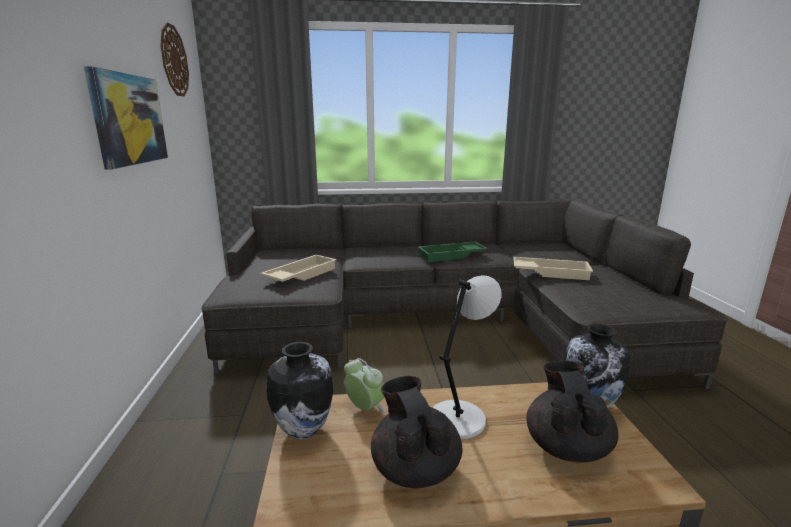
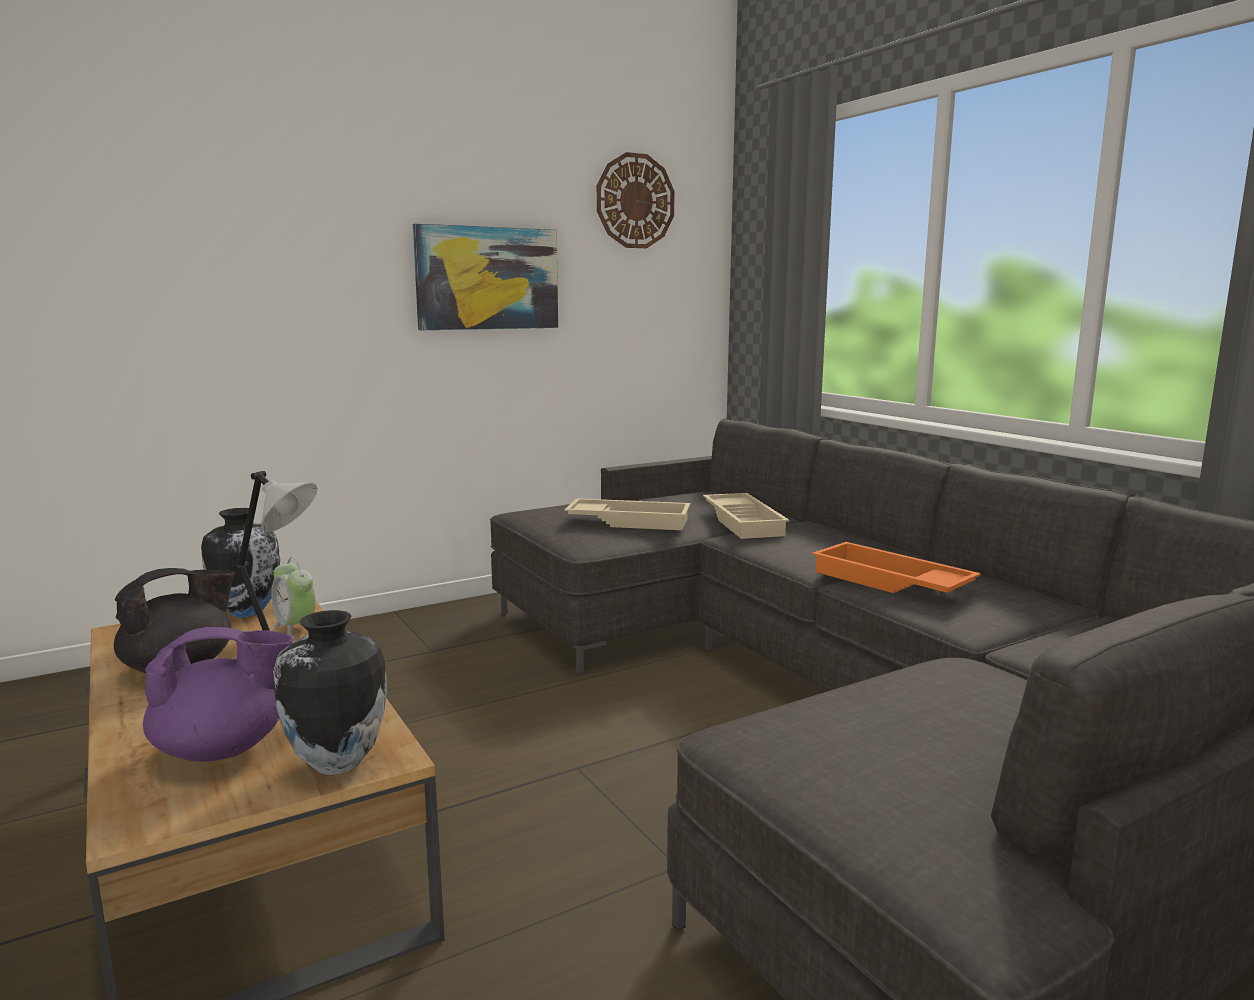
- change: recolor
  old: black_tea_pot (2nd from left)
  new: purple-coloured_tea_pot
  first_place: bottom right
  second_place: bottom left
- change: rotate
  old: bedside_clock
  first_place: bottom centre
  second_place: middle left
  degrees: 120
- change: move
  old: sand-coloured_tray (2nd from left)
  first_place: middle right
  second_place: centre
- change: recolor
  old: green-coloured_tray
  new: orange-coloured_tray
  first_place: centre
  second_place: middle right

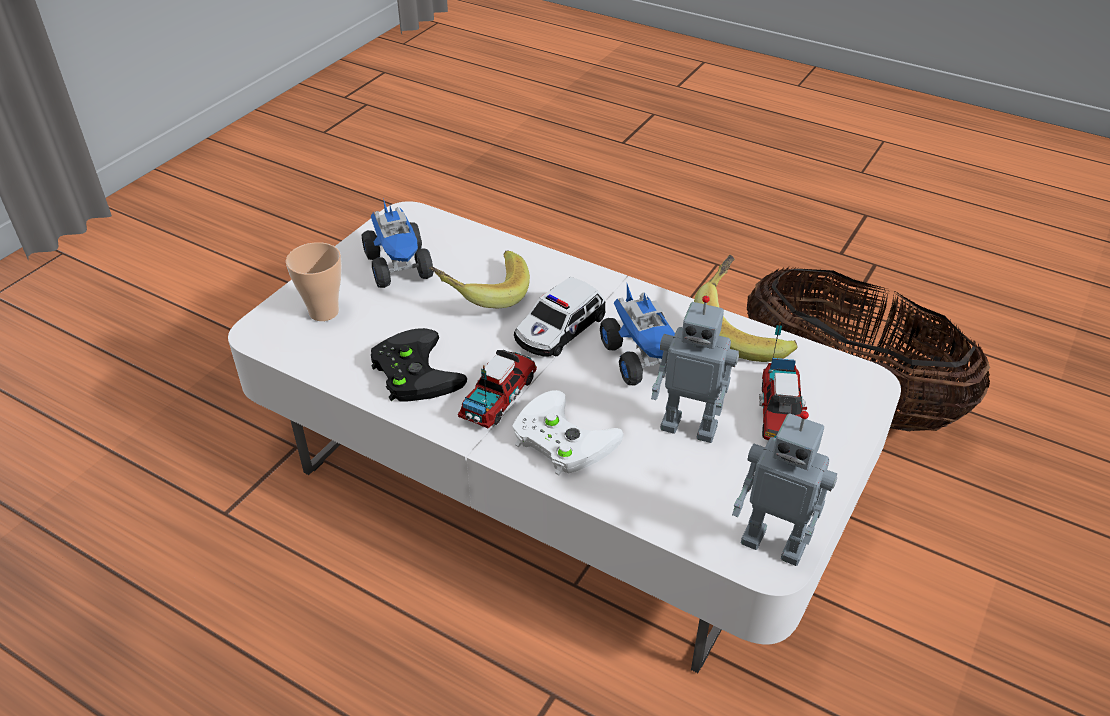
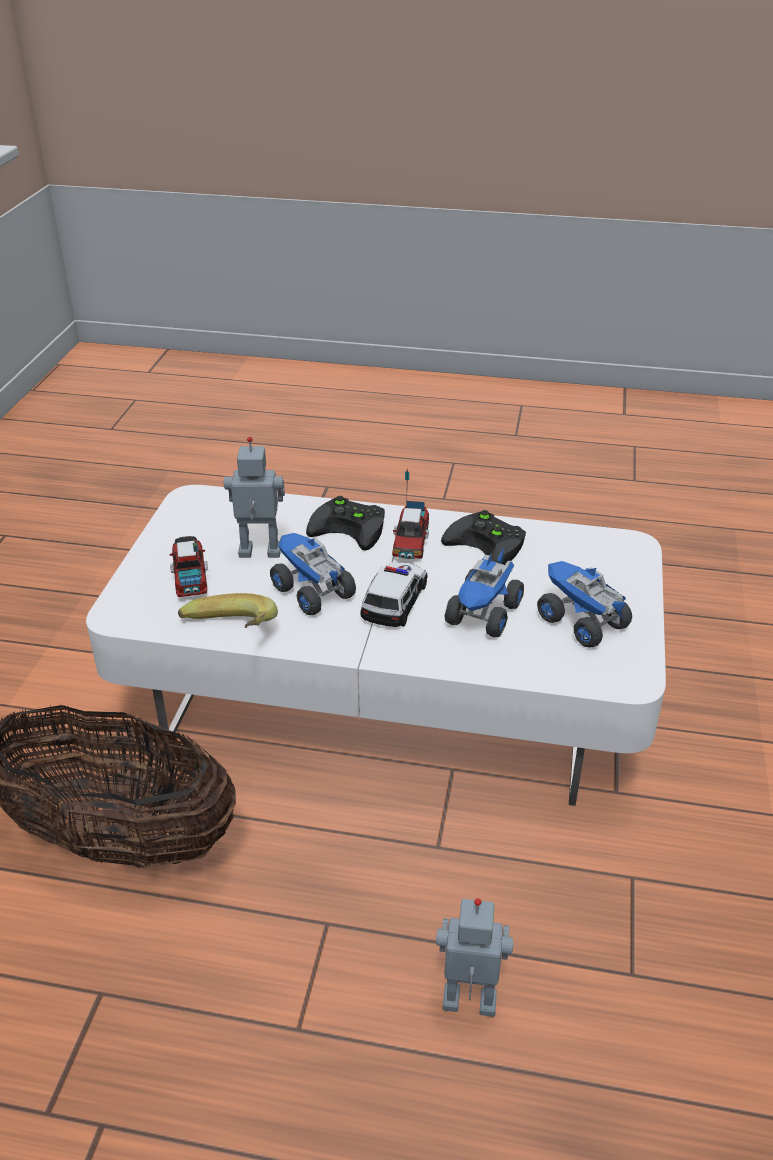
- change: recolor
  old: white-coloured_game_controller
  new: black_game_controller (1st from left)
  first_place: centre
  second_place: centre
- change: move
  old: toy_robot (2nd from left)
  first_place: bottom right
  second_place: bottom centre
- change: replace
  old: banana (1st from left)
  new: toy_truck (4th from left)
  first_place: centre
  second_place: centre
- change: delete
  old: cup
  first_place: middle left

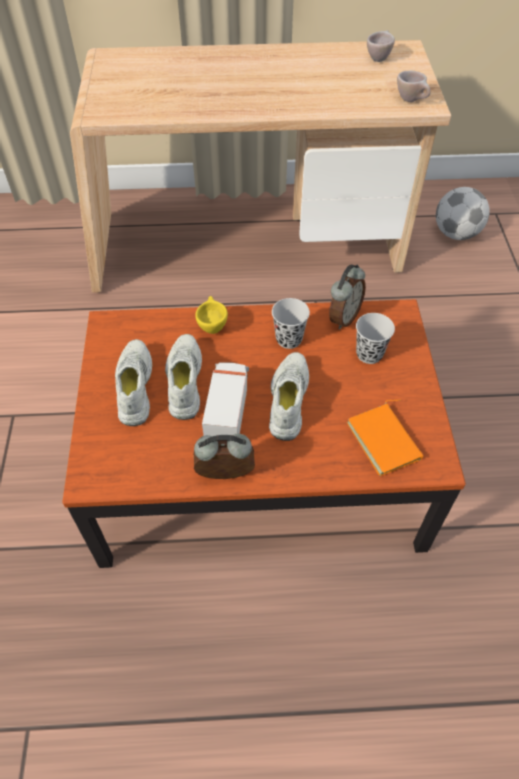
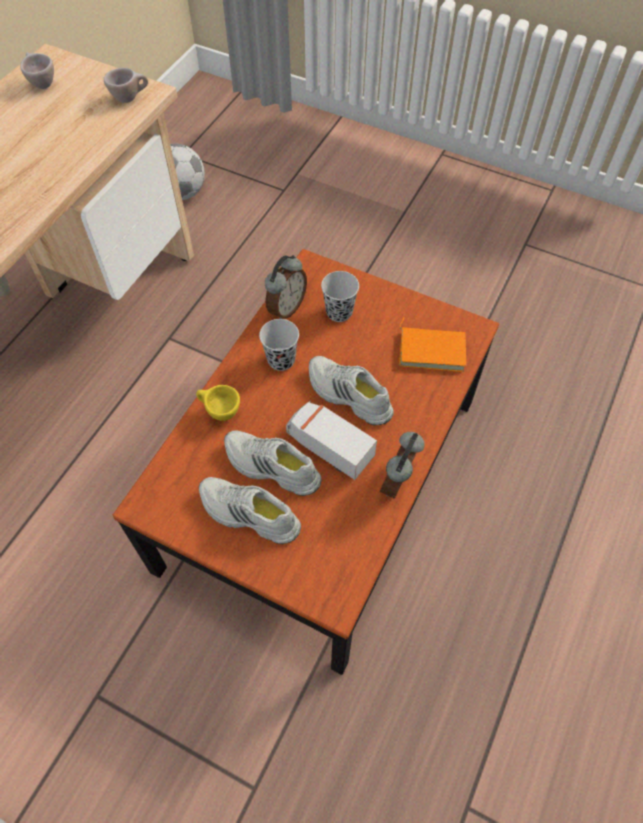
- change: rotate
  old: bedside_clock (2nd from left in the first image)
  first_place: middle right
  second_place: centre
  degrees: 60

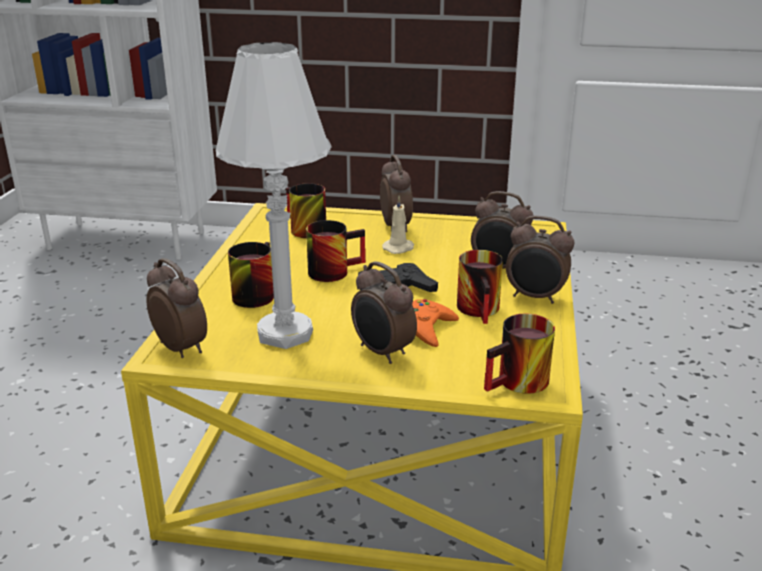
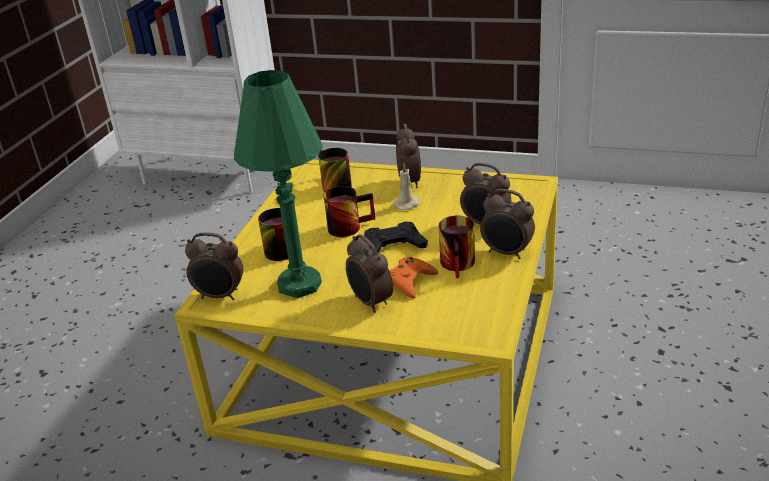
- change: rotate
  old: bedside_clock (1st from left)
  first_place: middle left
  second_place: middle left
  degrees: 135
- change: recolor
  old: white-coloured_table_lamp
  new: green-coloured_table_lamp
  first_place: centre
  second_place: centre
- change: delete
  old: tea_mug (5th from left)
  first_place: middle right

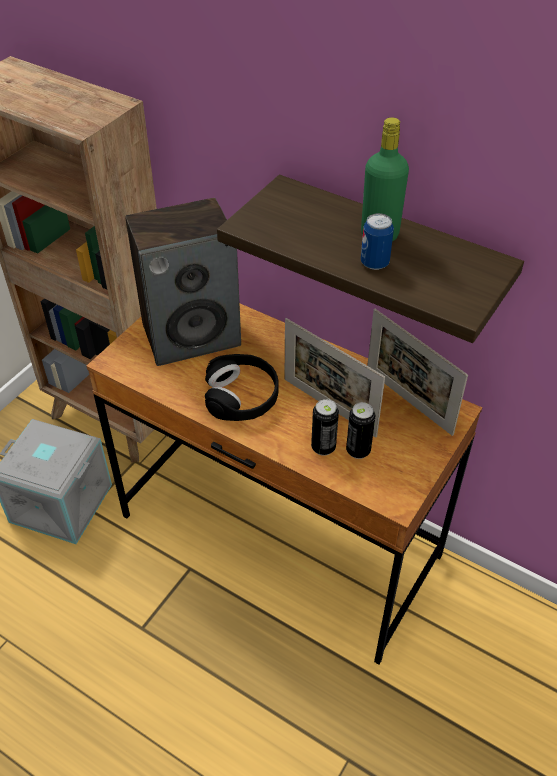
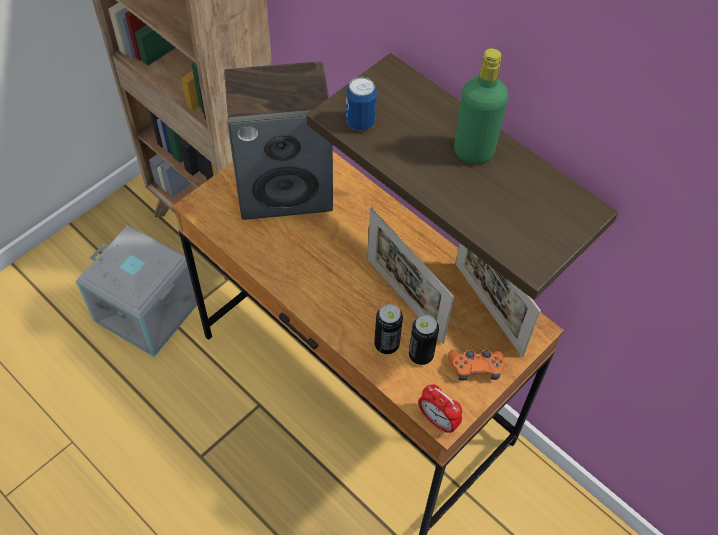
- change: move
  old: sealed_can (3rd from left in the first image)
  new: sealed_can (1st from left)
  first_place: top right
  second_place: top centre
- change: insert
  new: bedside_clock
  second_place: bottom centre
- change: insert
  new: orange-coloured_game_controller
  second_place: bottom centre
- change: delete
  old: black_headset
  first_place: centre

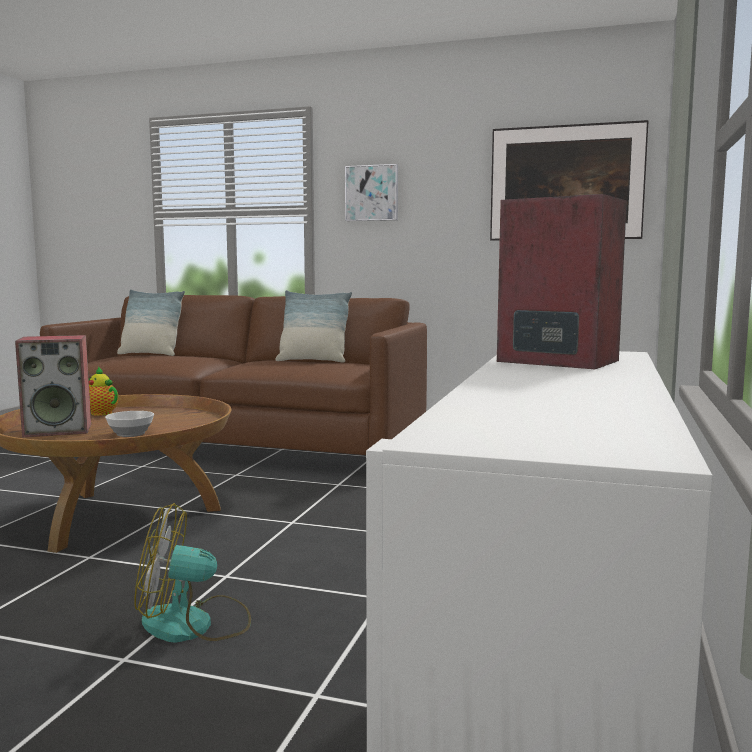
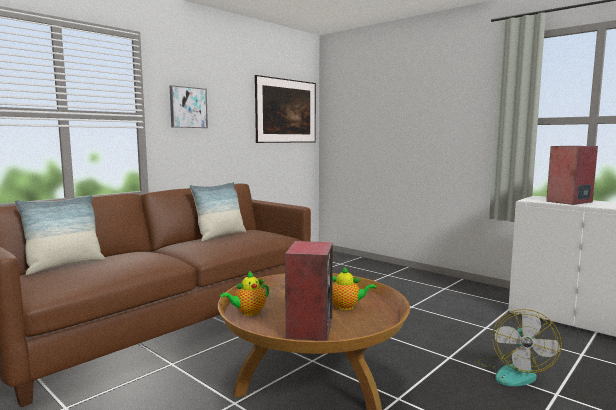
- change: replace
  old: deep_dish
  new: tea_pot (2nd from left)
  first_place: middle left
  second_place: bottom centre

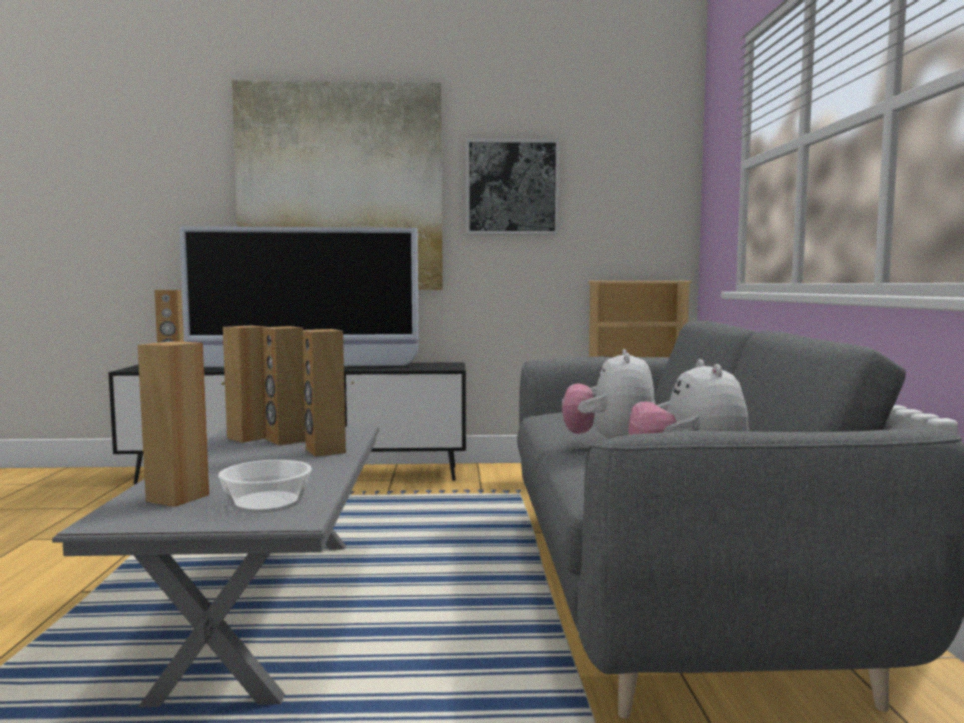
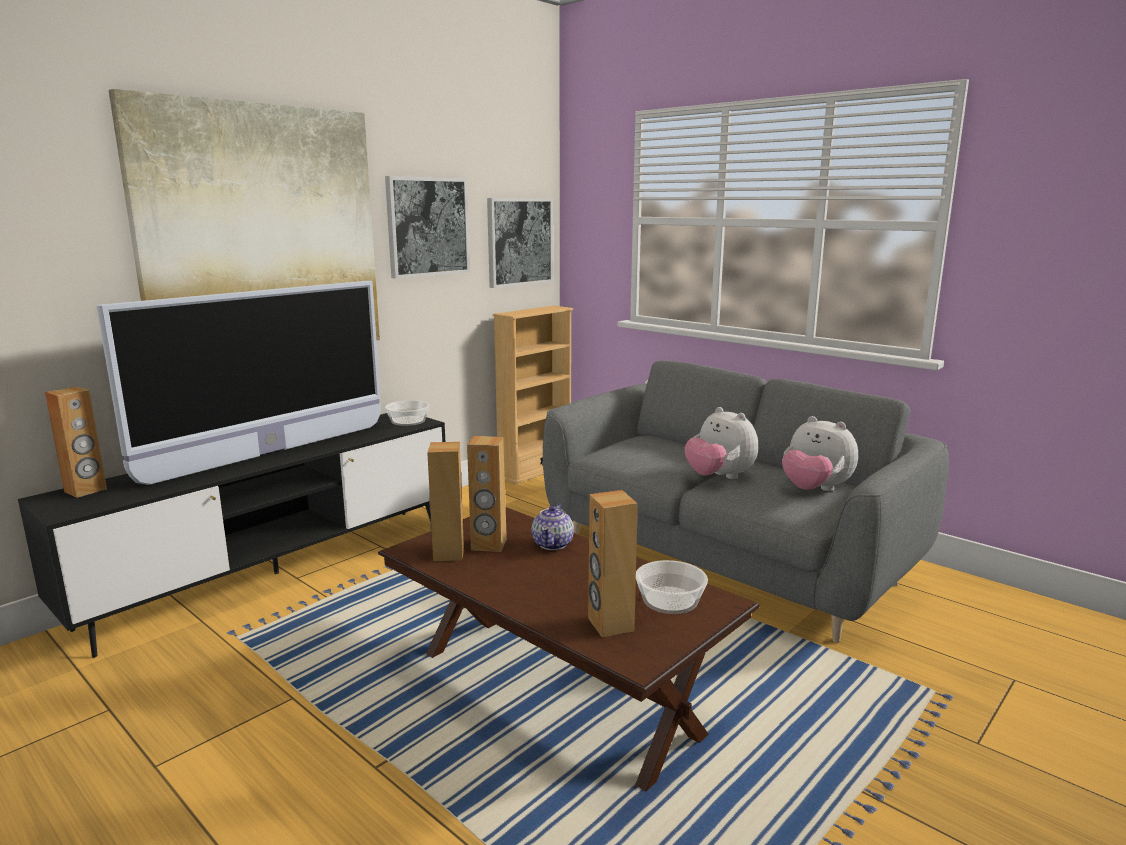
- change: recolor
  old: grey_lounge_table
  new: brownish_lounge_table
  first_place: bottom left
  second_place: bottom centre
- change: insert
  new: deep_dish (1st from left)
  second_place: centre
- change: insert
  new: picture (3rd from left)
  second_place: top centre
- change: replace
  old: brownish_audio_speaker (5th from left)
  new: tea_pot
  first_place: centre
  second_place: centre

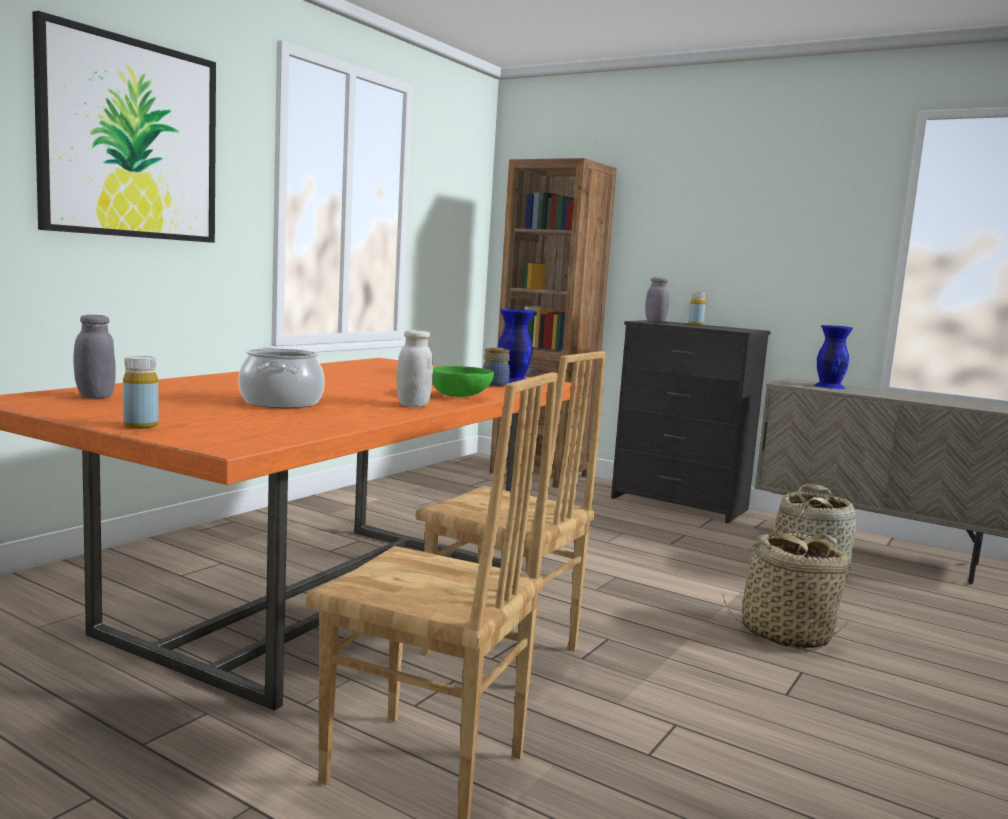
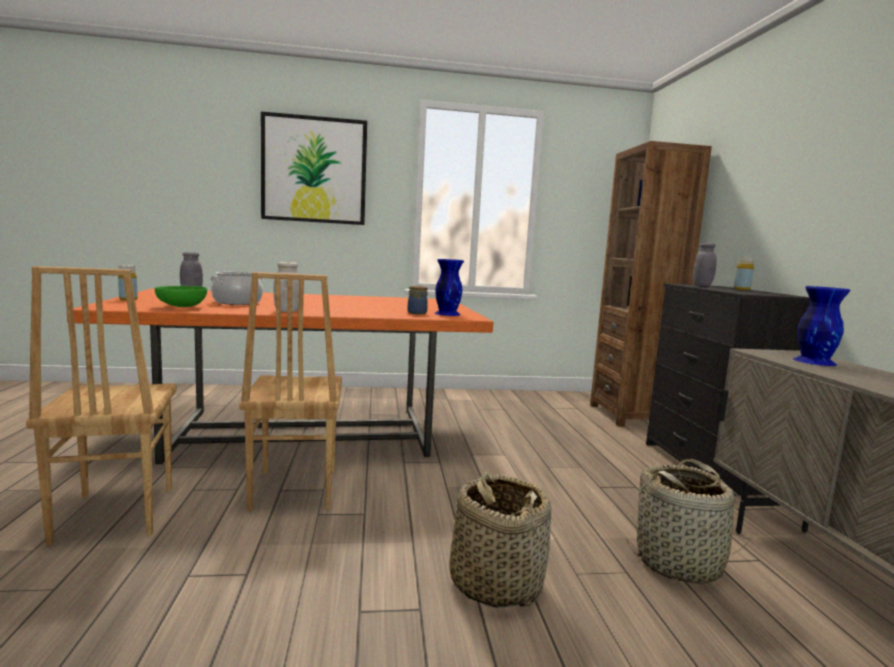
- change: move
  old: green-coloured_deep_dish
  first_place: centre
  second_place: middle left

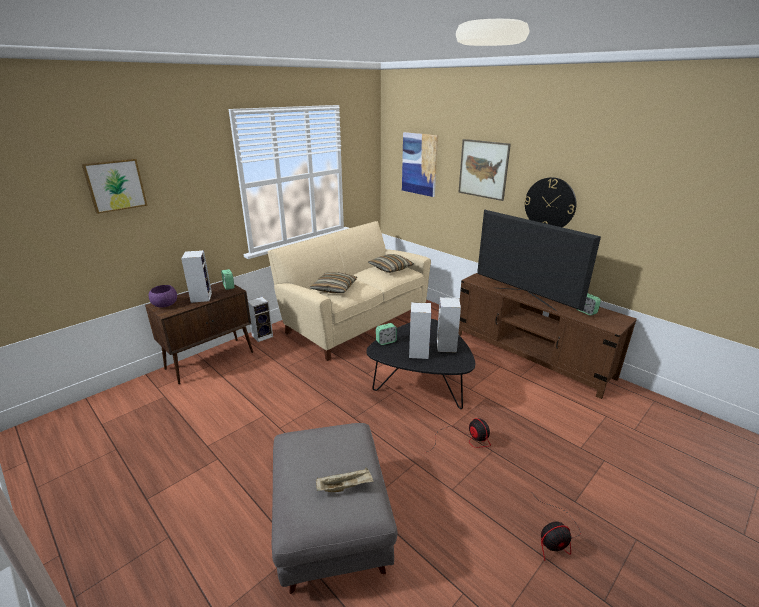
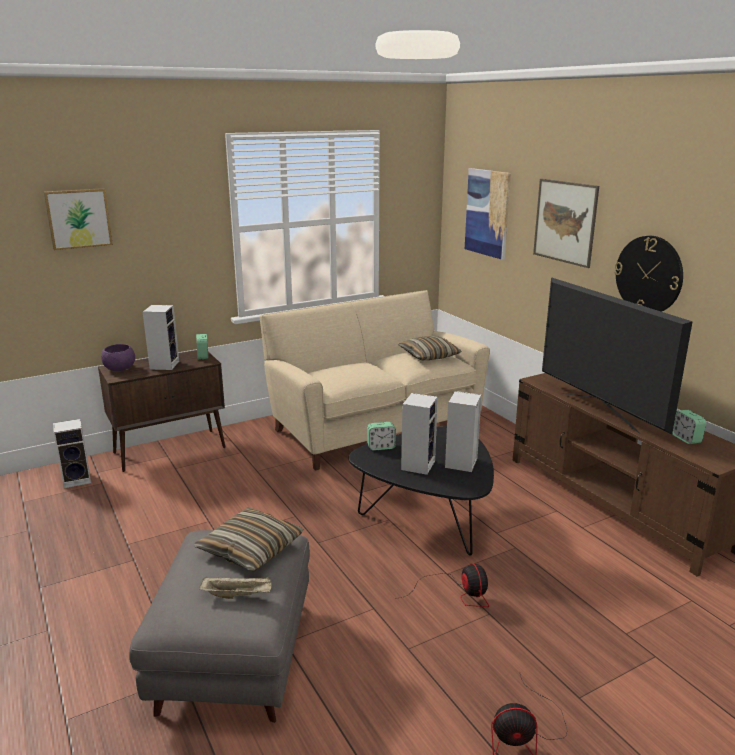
- change: move
  old: audio_speaker (2nd from left in the first image)
  new: audio_speaker (1st from left)
  first_place: centre
  second_place: middle left
- change: move
  old: throw_pillow (1st from left)
  first_place: centre
  second_place: bottom centre

